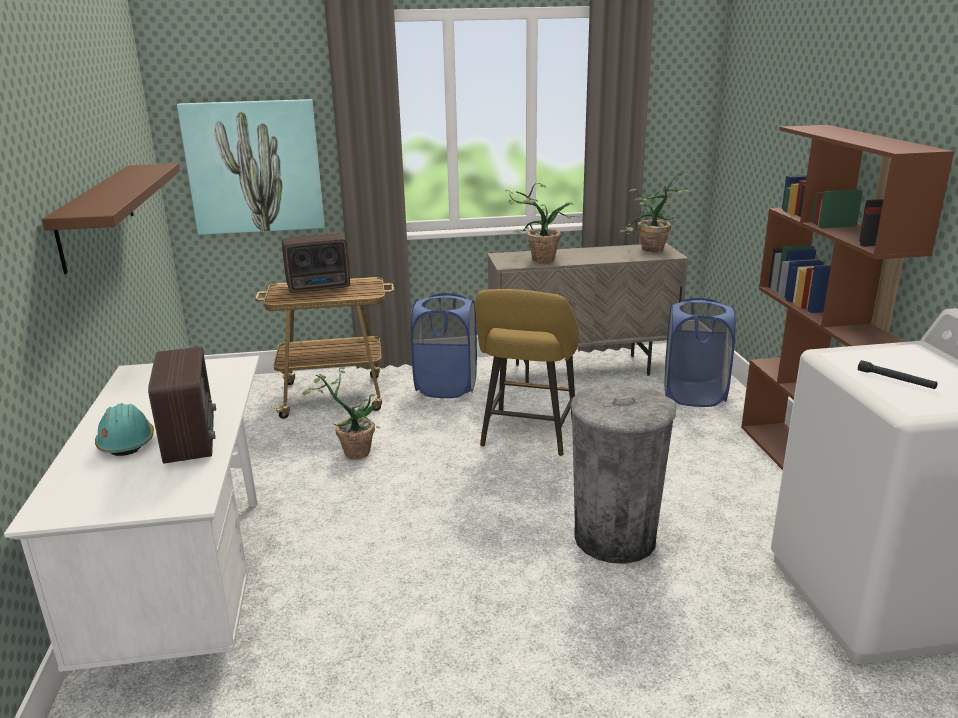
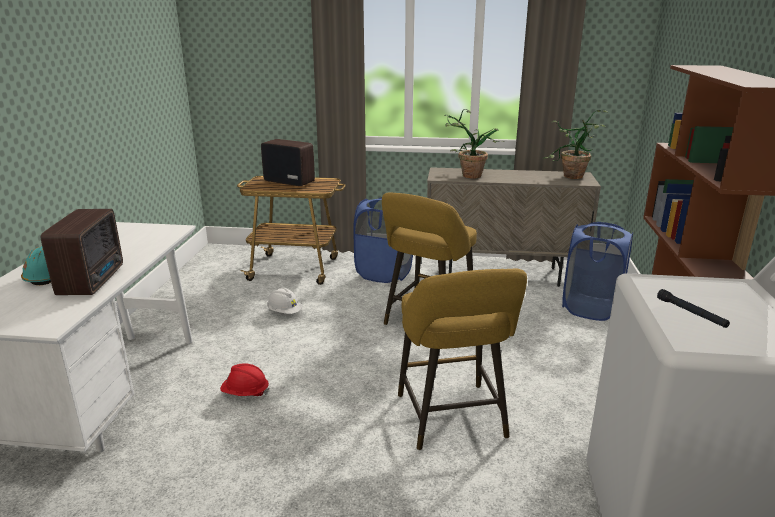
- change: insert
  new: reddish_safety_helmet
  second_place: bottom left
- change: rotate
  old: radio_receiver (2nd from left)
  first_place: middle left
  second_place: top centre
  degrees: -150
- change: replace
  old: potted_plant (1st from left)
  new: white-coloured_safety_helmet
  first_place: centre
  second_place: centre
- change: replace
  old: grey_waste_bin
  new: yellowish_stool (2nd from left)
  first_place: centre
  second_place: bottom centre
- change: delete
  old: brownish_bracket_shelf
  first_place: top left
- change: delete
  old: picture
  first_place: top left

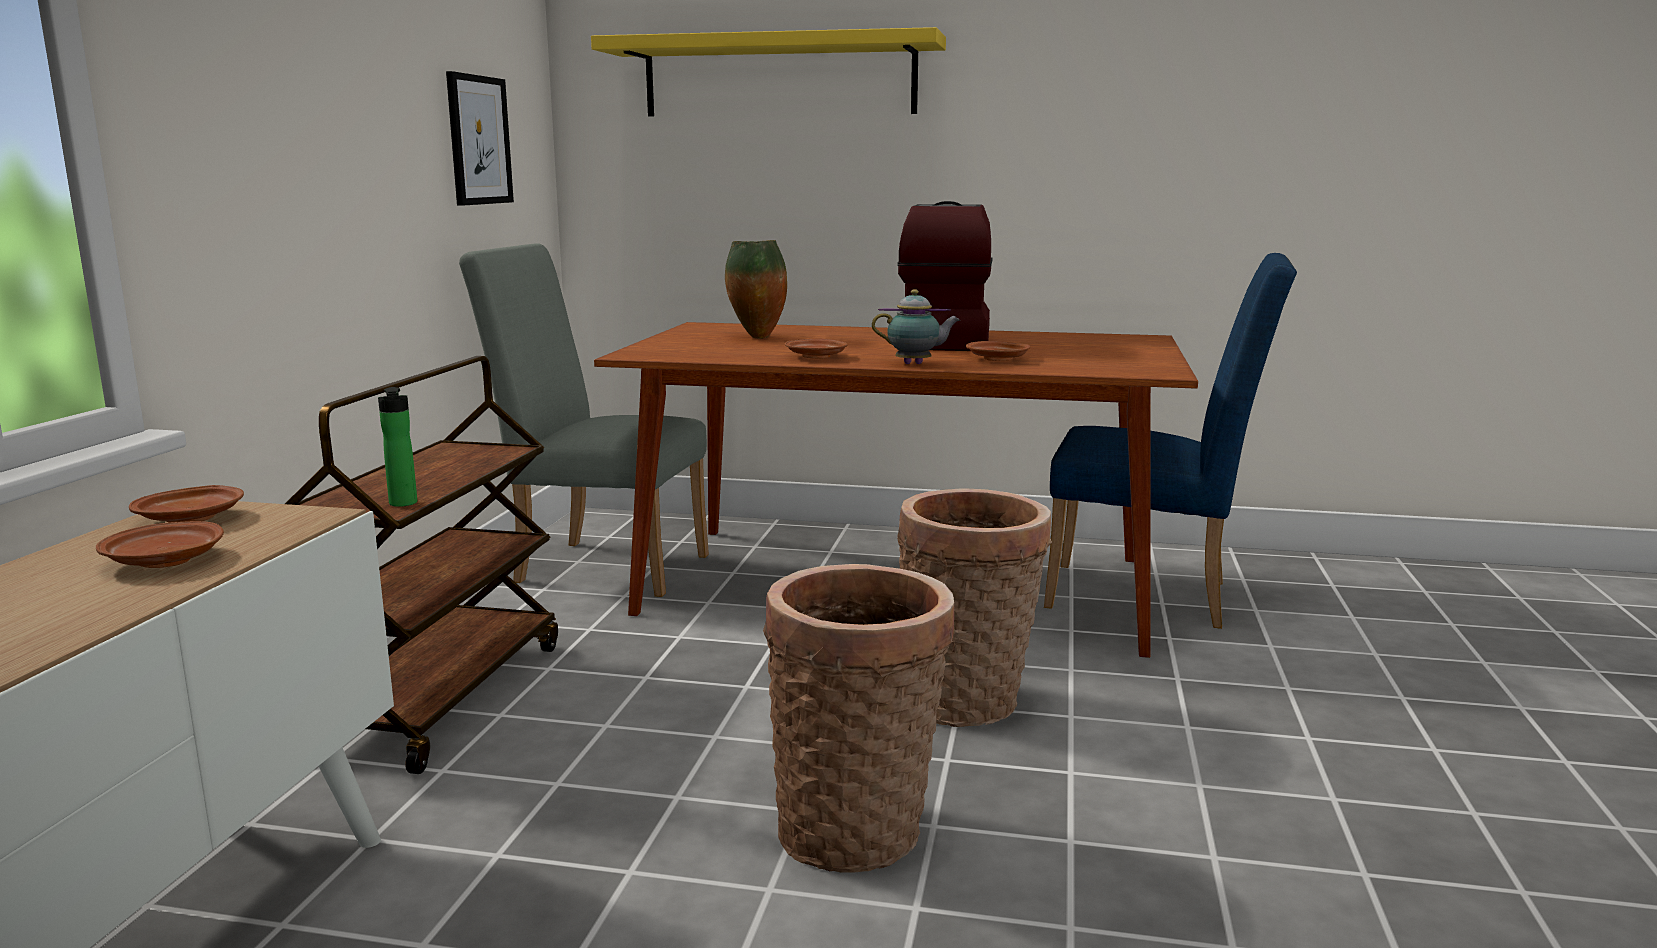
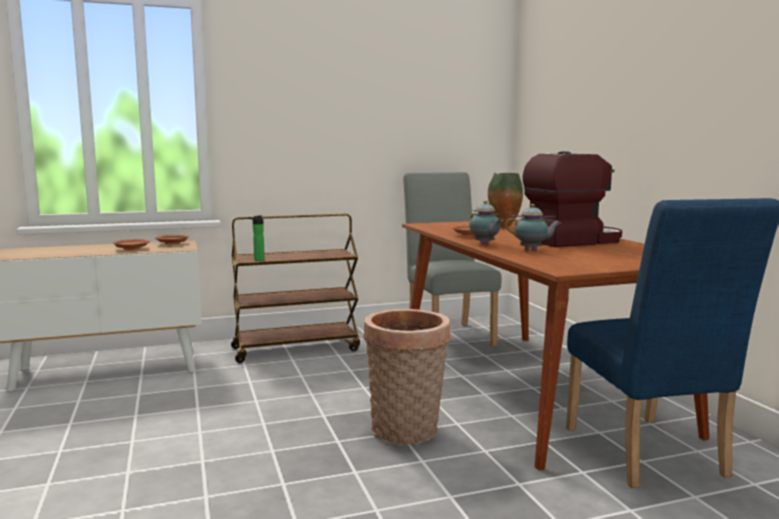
- change: replace
  old: brownish_plate (4th from left)
  new: tea_pot (2nd from left)
  first_place: centre
  second_place: middle right
- change: delete
  old: picture
  first_place: top left
- change: delete
  old: yellowish_bracket_shelf
  first_place: top centre
- change: delete
  old: household_basket (1st from left)
  first_place: bottom centre

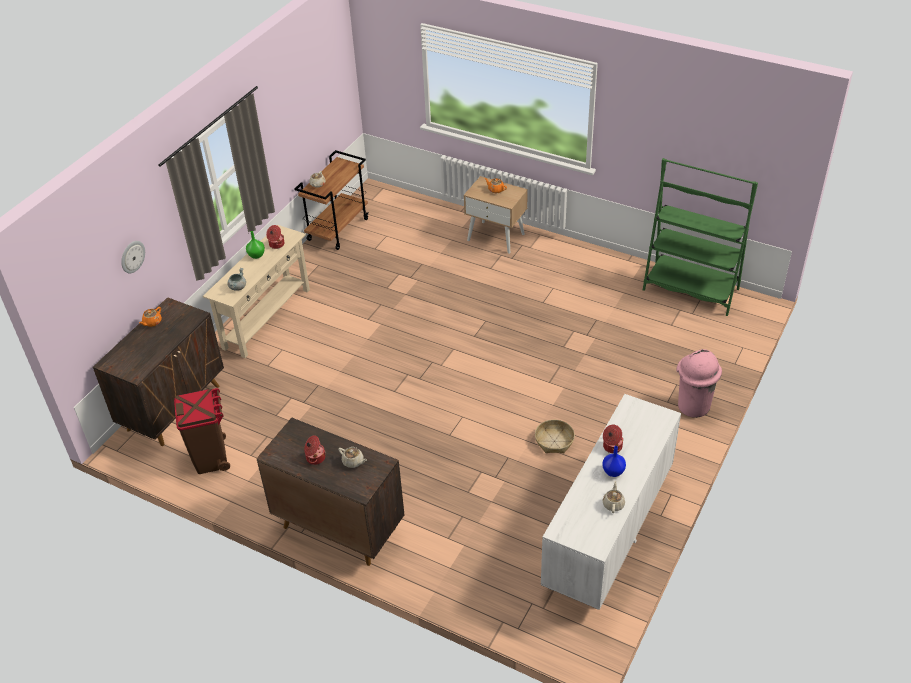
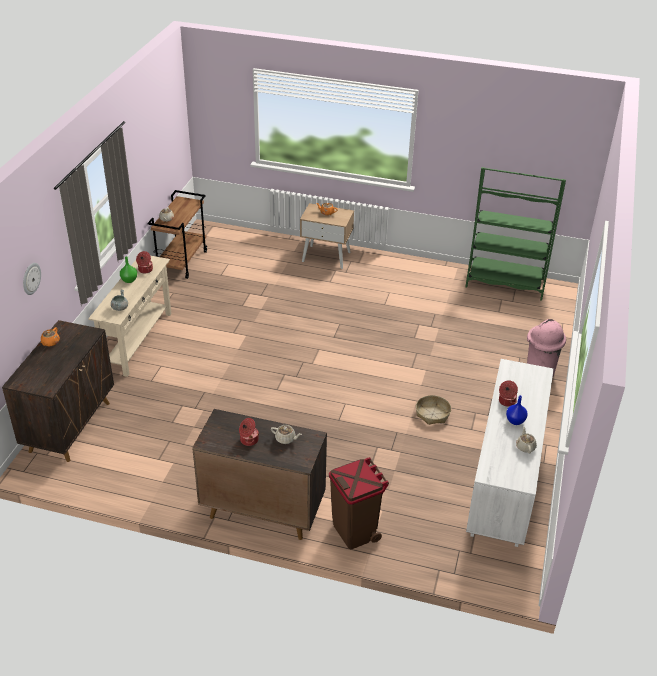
- change: move
  old: brownish_waste_bin
  first_place: middle left
  second_place: bottom centre

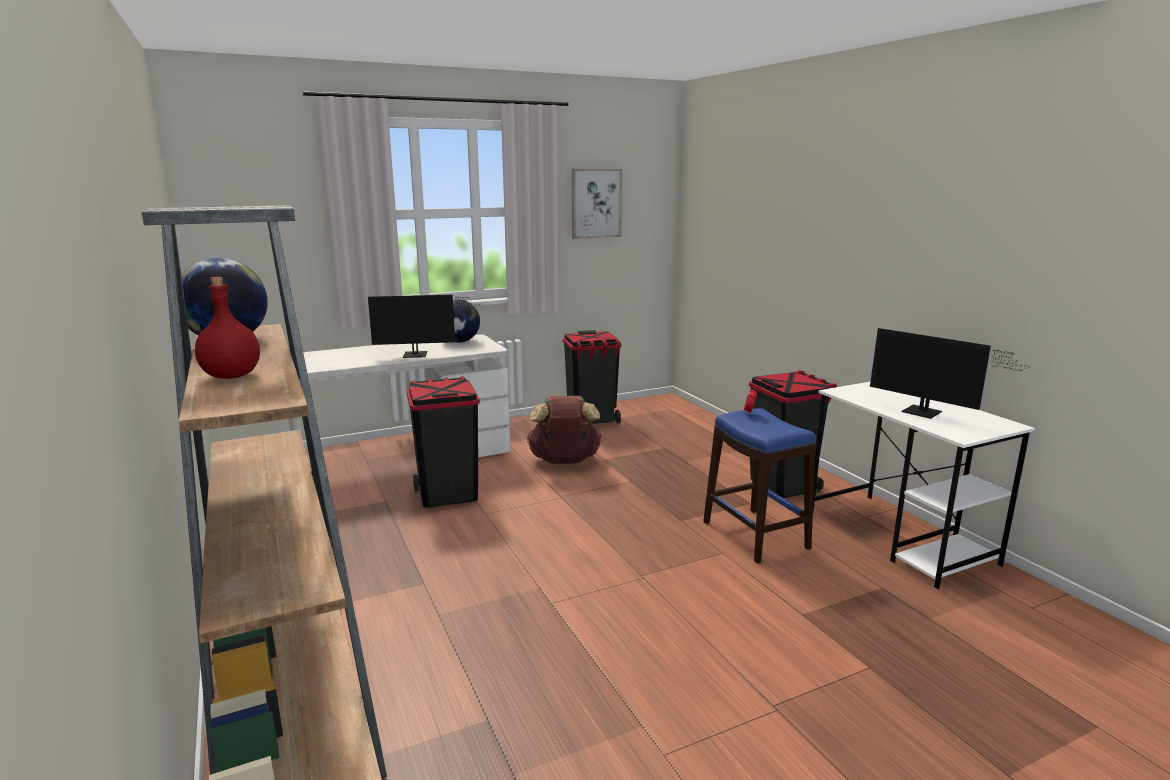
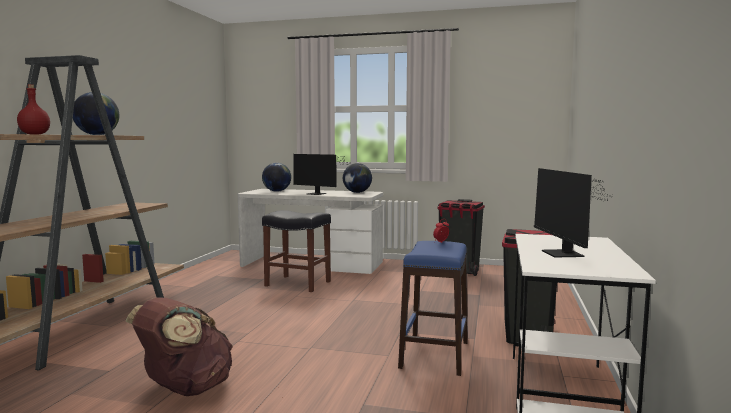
- change: move
  old: brownish_knapsack
  first_place: centre
  second_place: bottom left
- change: insert
  new: globe (2nd from left)
  second_place: centre
- change: replace
  old: black_waste_bin (1st from left)
  new: black_stool
  first_place: centre
  second_place: centre
- change: delete
  old: picture
  first_place: top centre

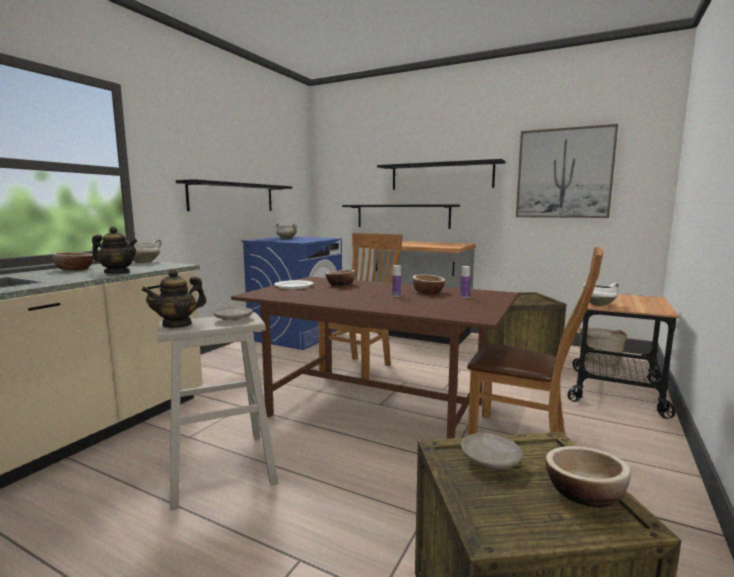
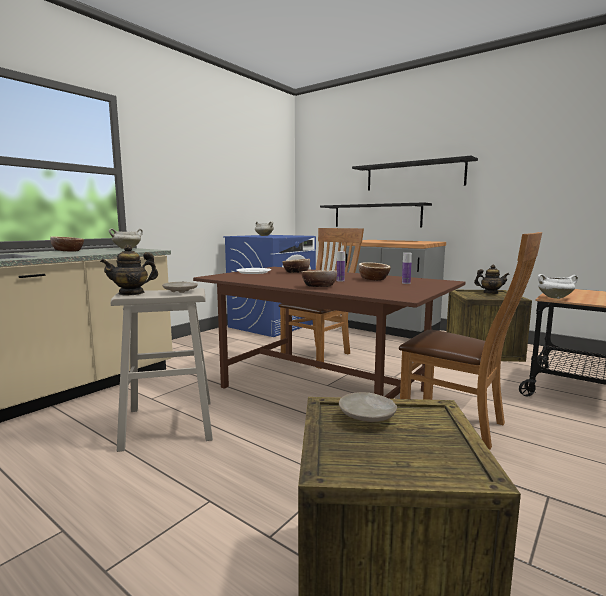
- change: move
  old: deep_dish (4th from left in the first image)
  new: deep_dish (3rd from left)
  first_place: bottom right
  second_place: centre
- change: move
  old: tea_pot (1st from left in the first image)
  new: tea_pot (2nd from left)
  first_place: middle left
  second_place: middle right
- change: delete
  old: black_bracket_shelf (1st from left)
  first_place: middle left
- change: delete
  old: picture
  first_place: top right
- change: delete
  old: household_basket
  first_place: middle right

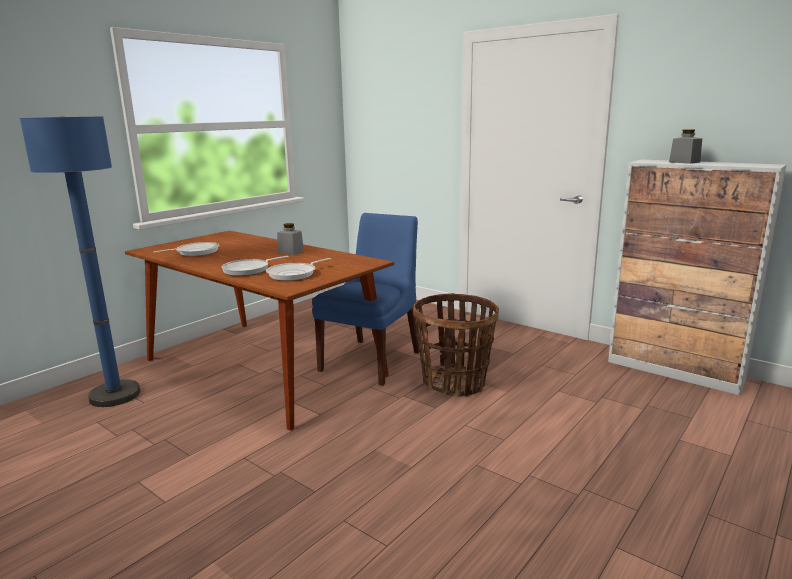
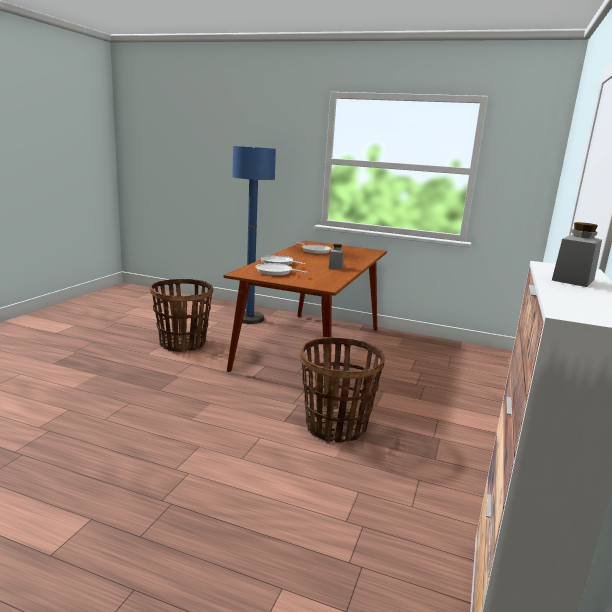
- change: insert
  new: household_basket (1st from left)
  second_place: middle left
- change: delete
  old: bluish_upright_chair
  first_place: centre

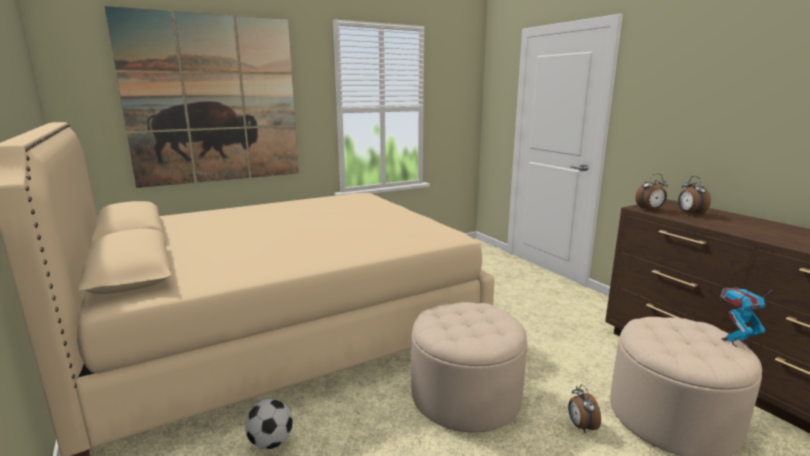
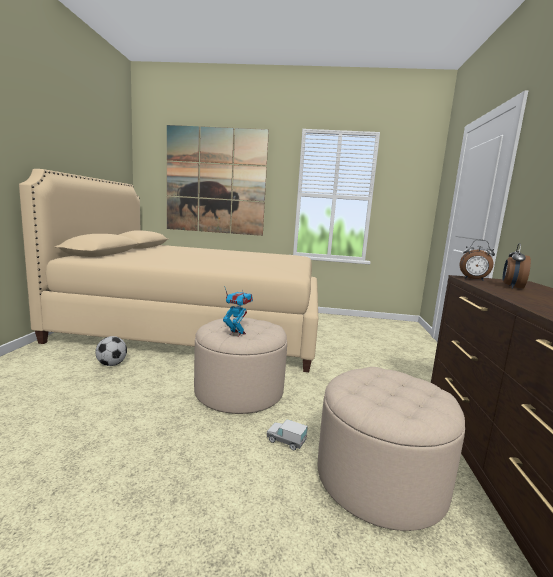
- change: move
  old: toy_robot
  first_place: bottom right
  second_place: centre
- change: replace
  old: bedside_clock (1st from left)
  new: toy_truck
  first_place: bottom right
  second_place: bottom centre

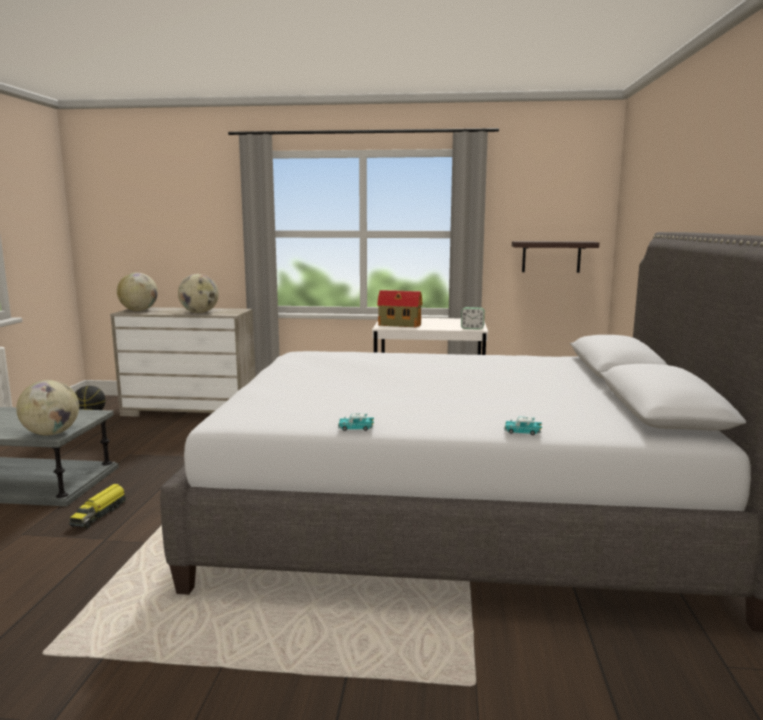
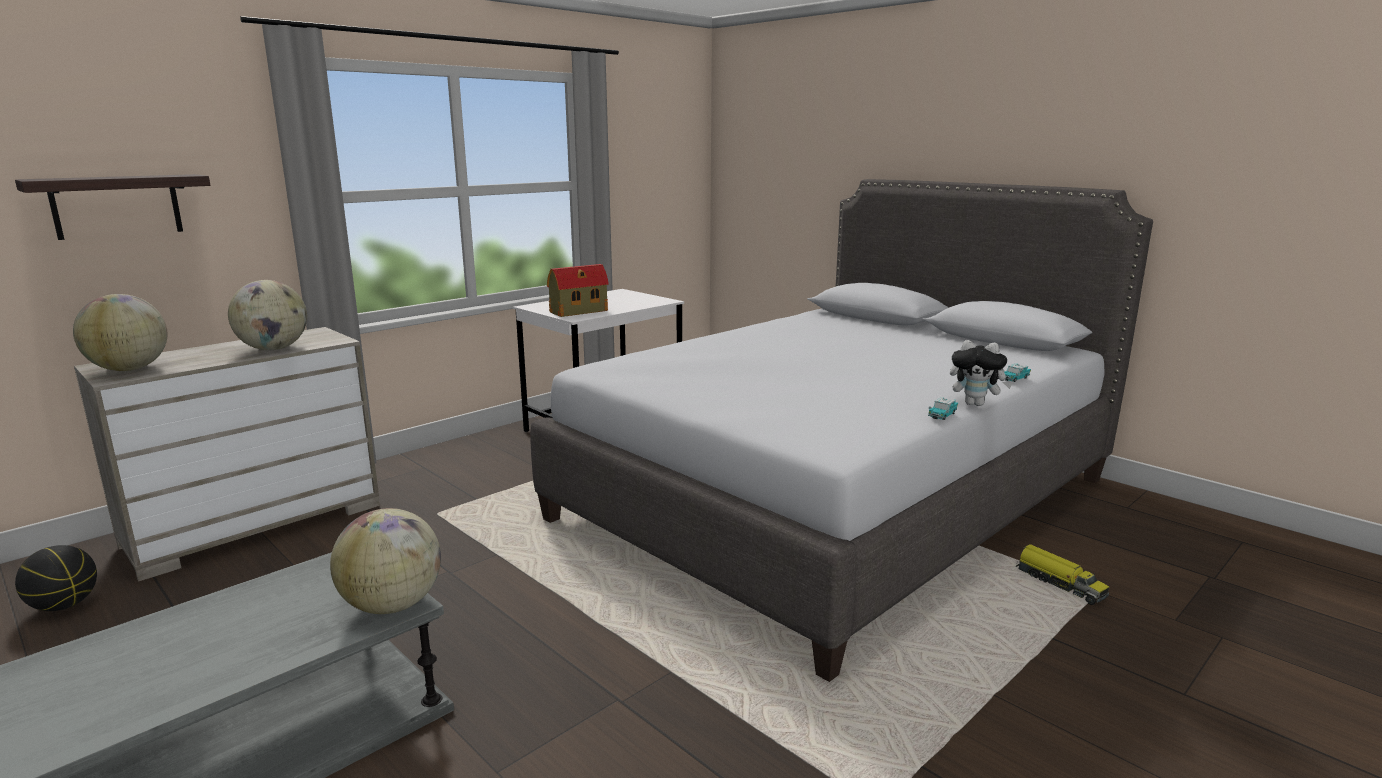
- change: move
  old: bracket_shelf
  first_place: middle right
  second_place: top left
- change: insert
  new: plush_toy
  second_place: middle right
- change: move
  old: toy_truck
  first_place: bottom left
  second_place: bottom right
- change: delete
  old: bedside_clock
  first_place: centre

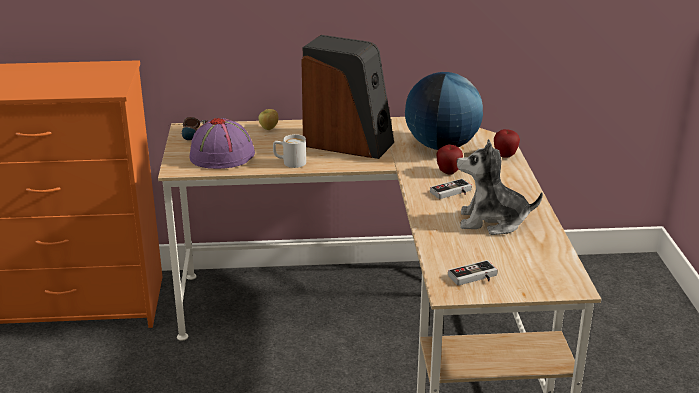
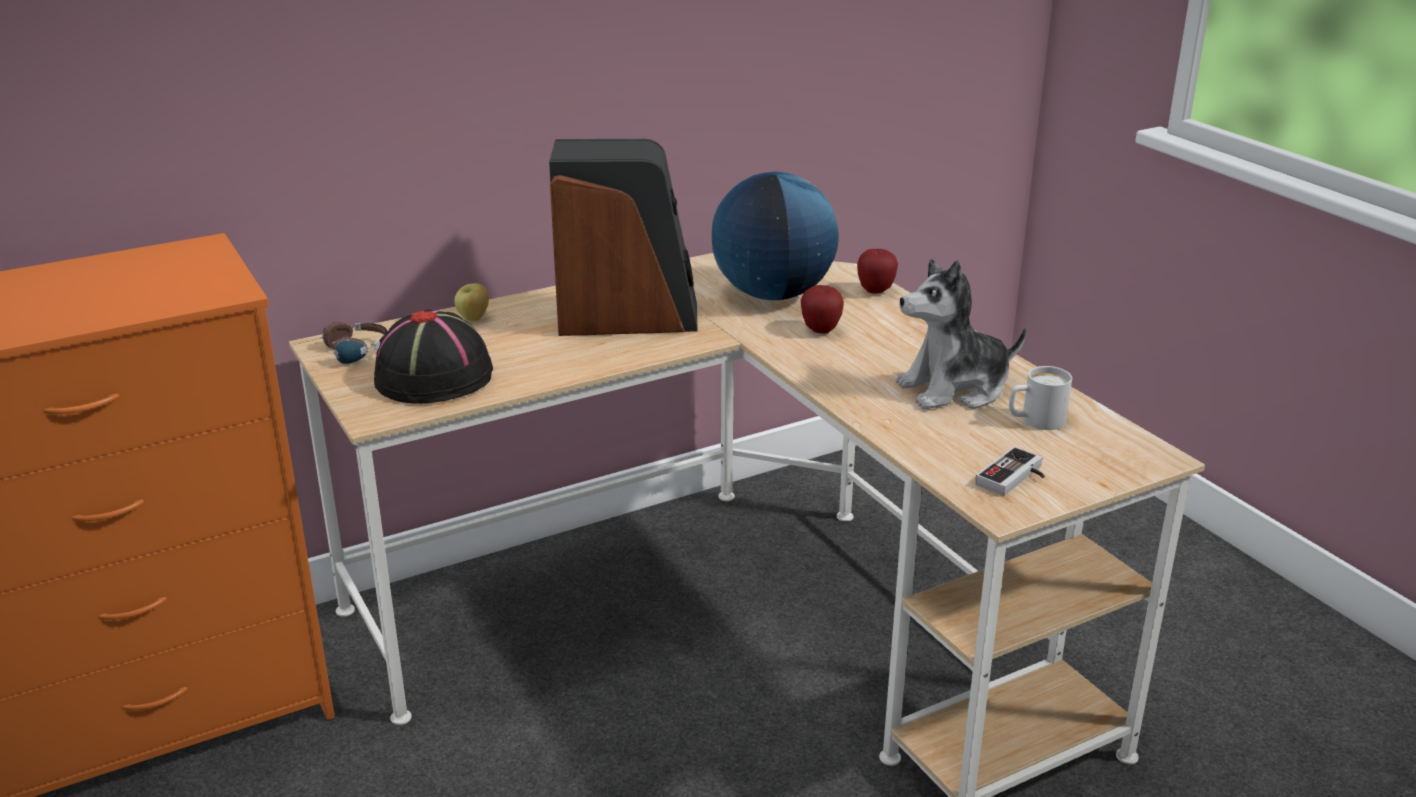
- change: recolor
  old: purple-coloured_clothing_hat
  new: black_clothing_hat
  first_place: middle left
  second_place: middle left
- change: move
  old: white-coloured_tea_mug
  first_place: centre
  second_place: middle right
- change: delete
  old: game_controller (1st from left)
  first_place: centre

